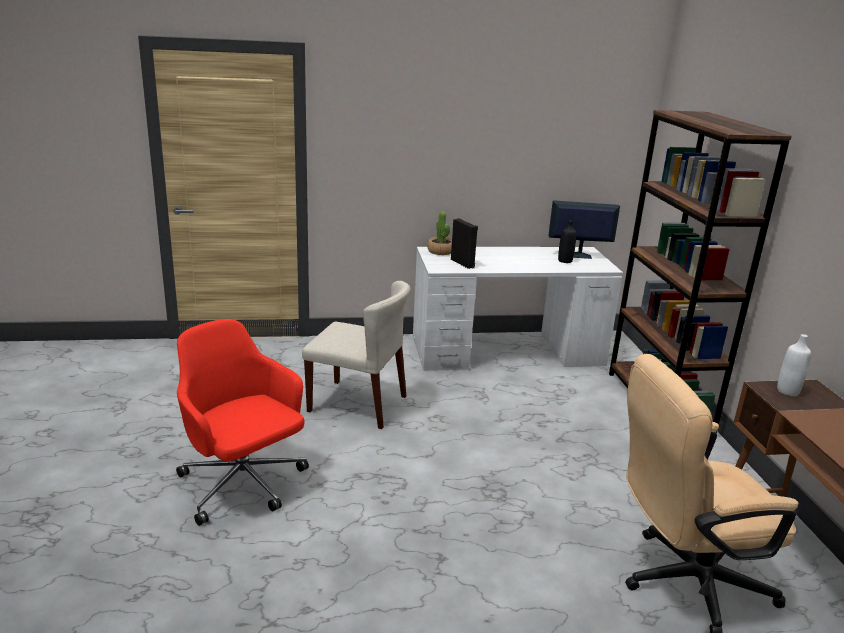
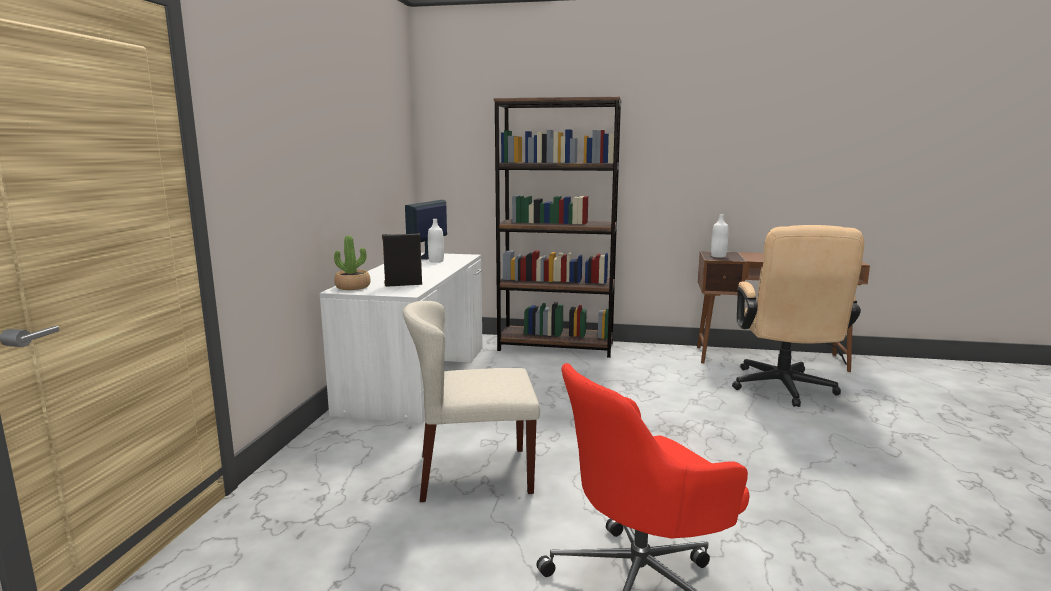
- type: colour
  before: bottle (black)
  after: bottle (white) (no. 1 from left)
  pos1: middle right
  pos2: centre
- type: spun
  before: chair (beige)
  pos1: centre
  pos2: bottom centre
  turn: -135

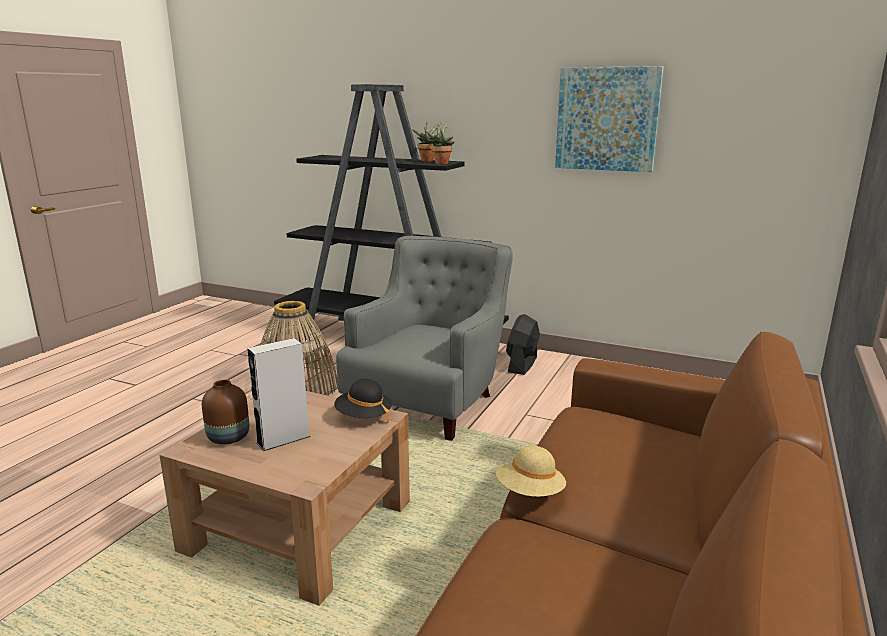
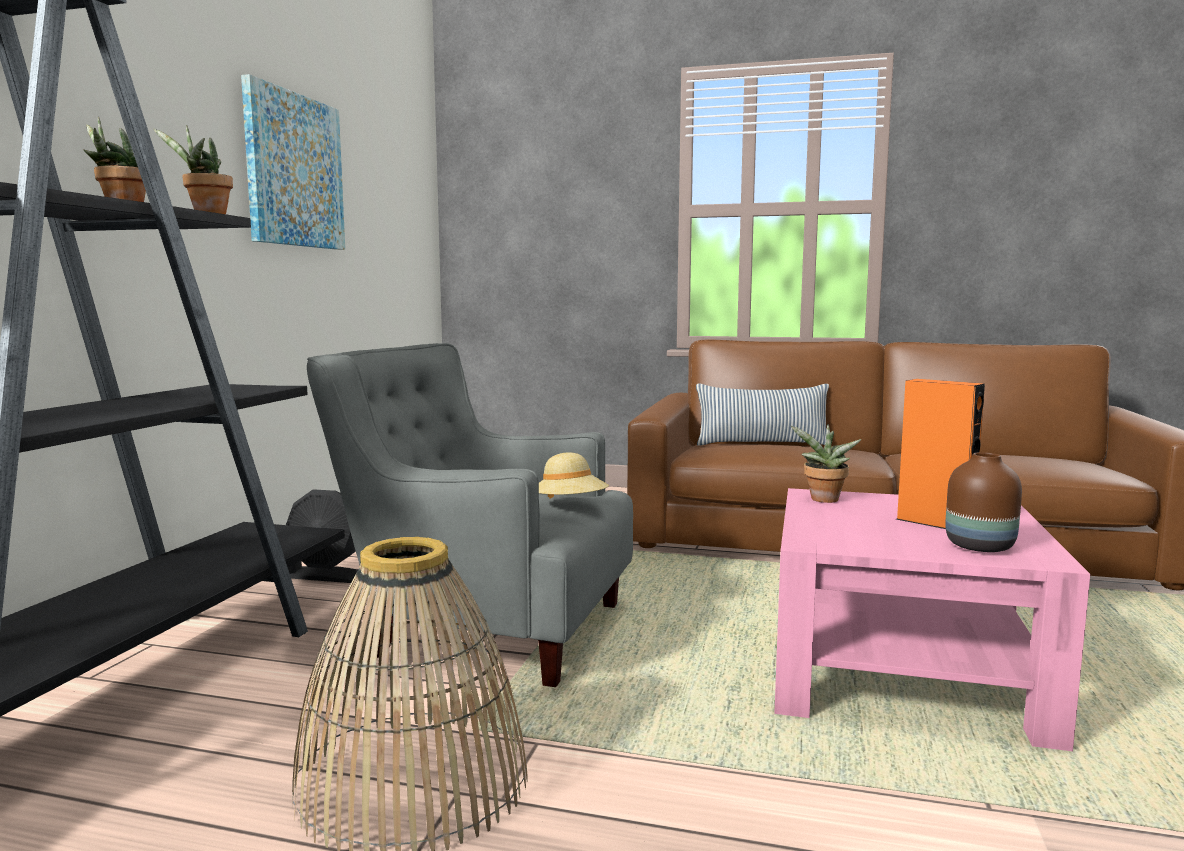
- type: colour
  before: speaker (grey)
  after: speaker (orange)
  pos1: middle left
  pos2: middle right
- type: exchanged
  before: hat (black)
  after: potted plant (no. 3 from left)
  pos1: centre
  pos2: middle right
- type: colour
  before: coffee table (brown)
  after: coffee table (pink)
  pos1: bottom left
  pos2: bottom right
- type: relocated
  before: hat (beige)
  pos1: bottom centre
  pos2: centre
- type: appeared
  after: pillow
  pos2: centre

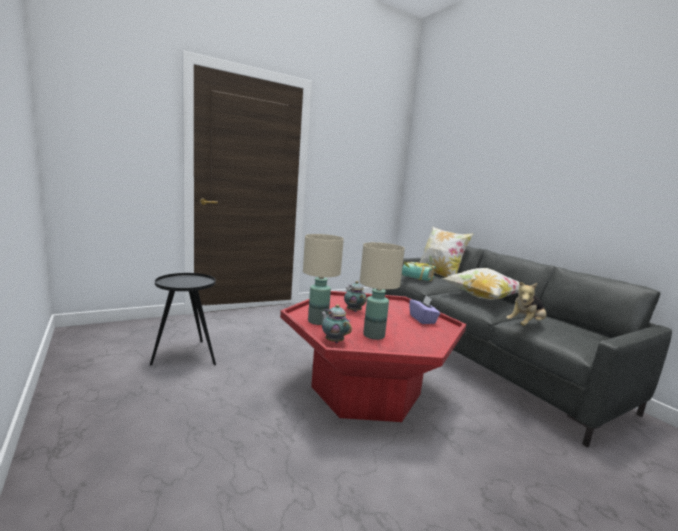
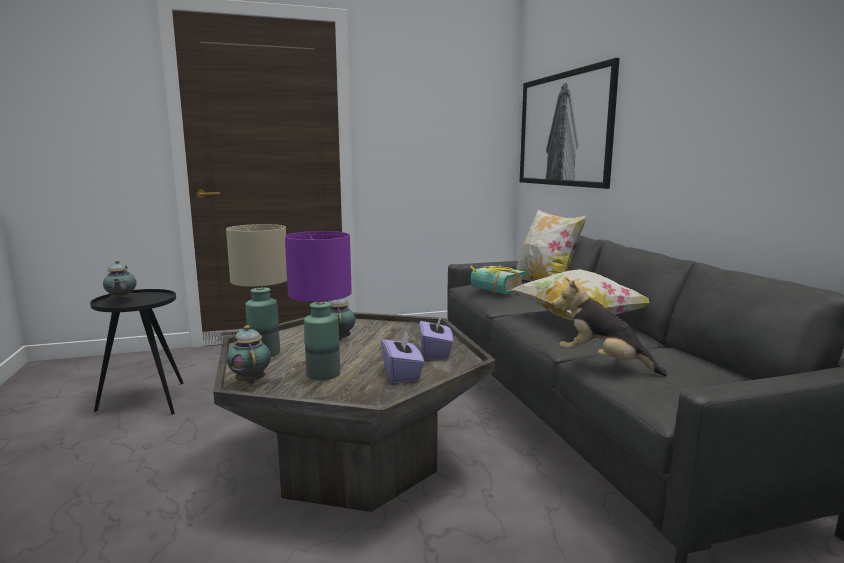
- type: colour
  before: table lamp (beige) (no. 2 from left)
  after: table lamp (purple)
  pos1: centre
  pos2: centre
- type: spun
  before: plush toy
  pos1: middle right
  pos2: middle right
  turn: 60
- type: colour
  before: coffee table (red)
  after: coffee table (grey)
  pos1: bottom centre
  pos2: bottom centre
- type: appeared
  after: picture
  pos2: top right
- type: appeared
  after: teapot (no. 1 from left)
  pos2: middle left
- type: appeared
  after: tissue box (purple) (no. 1 from left)
  pos2: centre

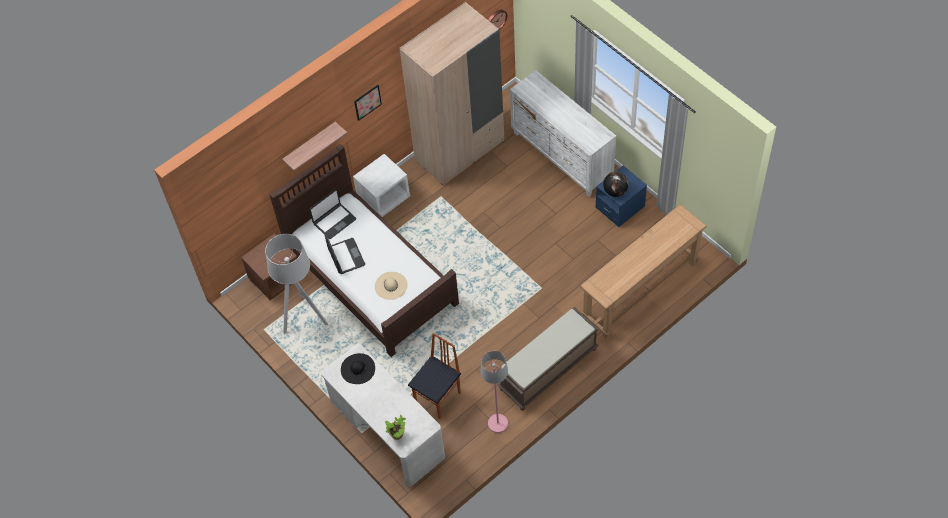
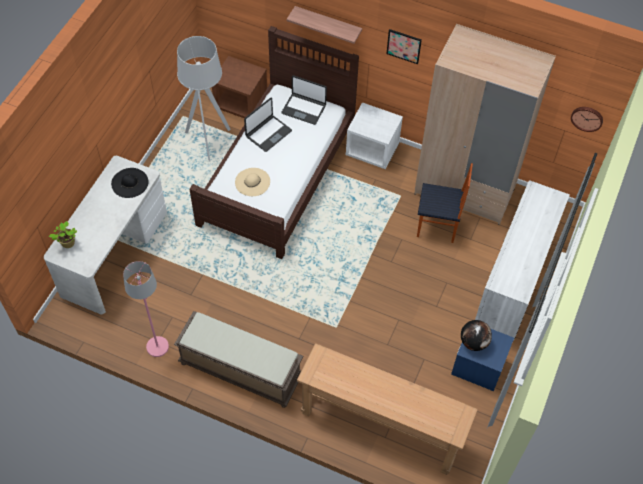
- type: relocated
  before: chair
  pos1: bottom centre
  pos2: middle right

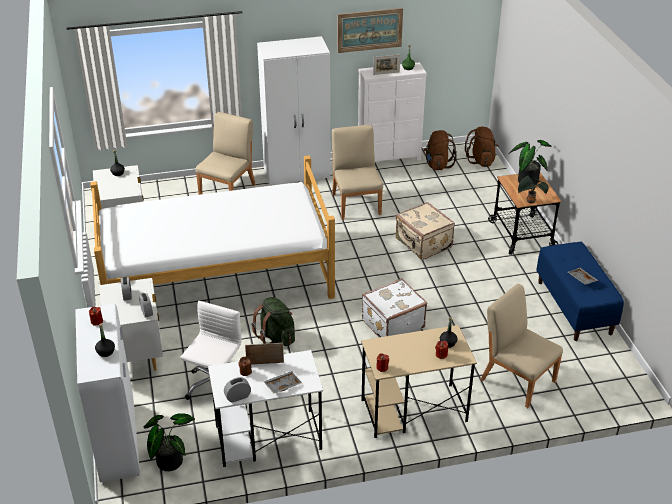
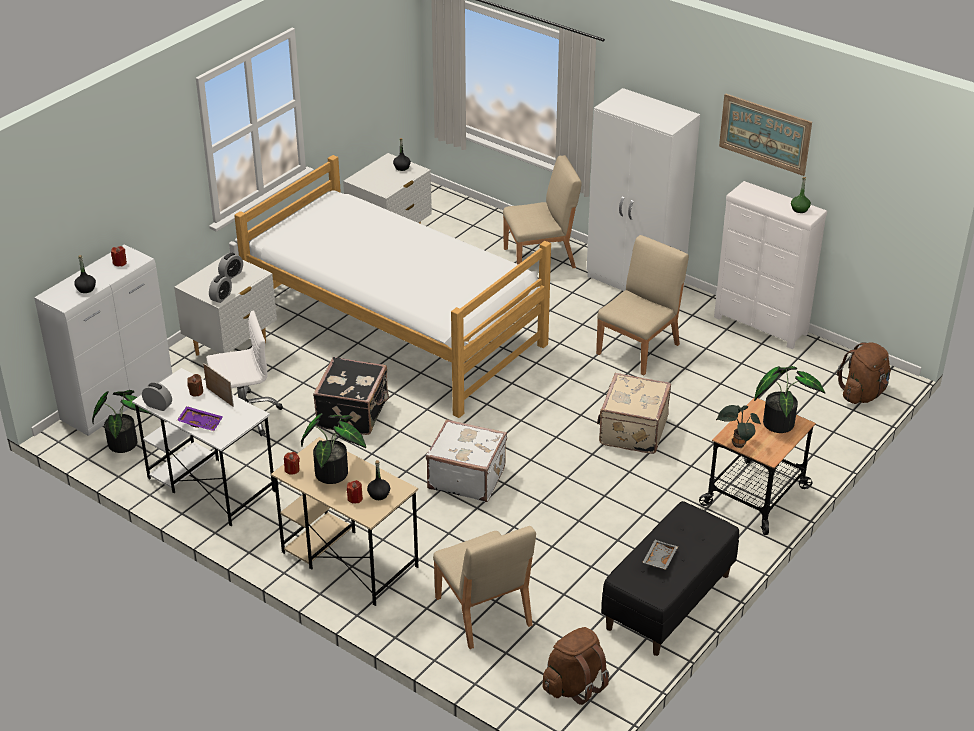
- type: missing
  before: picture frame (no. 2 from left)
  pos1: top centre
- type: relocated
  before: backpack (brown) (no. 1 from left)
  pos1: top centre
  pos2: bottom centre
- type: colour
  before: bench (blue)
  after: bench (black)
  pos1: middle right
  pos2: bottom right
- type: spun
  before: chair (beige) (no. 3 from left in the first image)
  pos1: bottom right
  pos2: bottom centre
  turn: 150
- type: exchanged
  before: backpack (green)
  after: suitcase (black)
  pos1: centre
  pos2: centre
- type: colour
  before: tray (grey) (no. 1 from left)
  after: tray (purple)
  pos1: bottom centre
  pos2: middle left
- type: appeared
  after: potted plant (no. 2 from left)
  pos2: centre

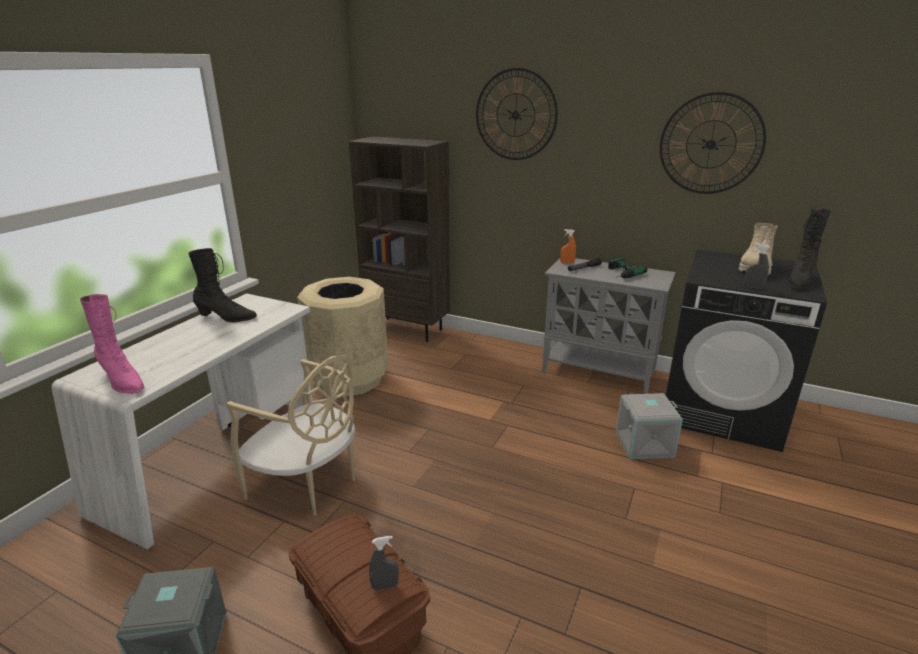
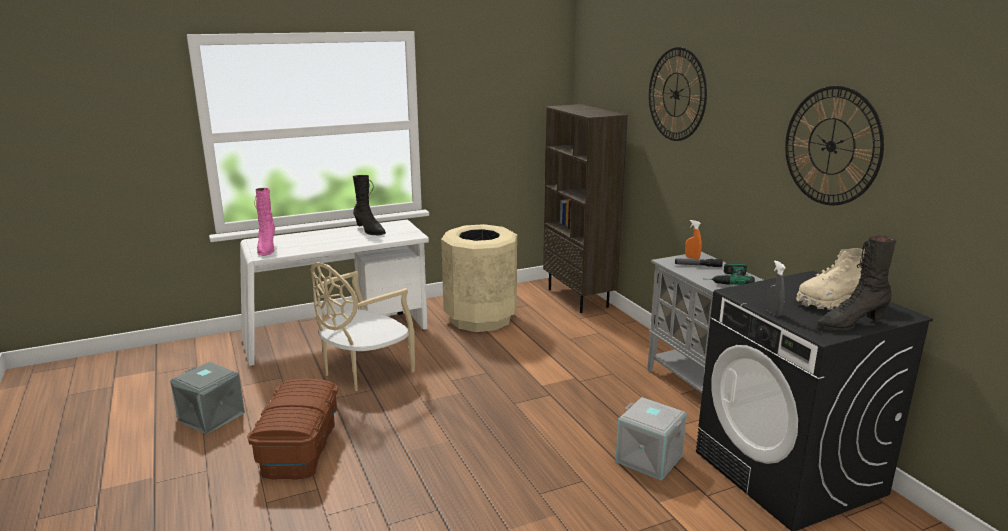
- type: spun
  before: chair (beige)
  pos1: middle left
  pos2: centre
  turn: 60
- type: missing
  before: spray bottle (grey) (no. 1 from left)
  pos1: bottom centre

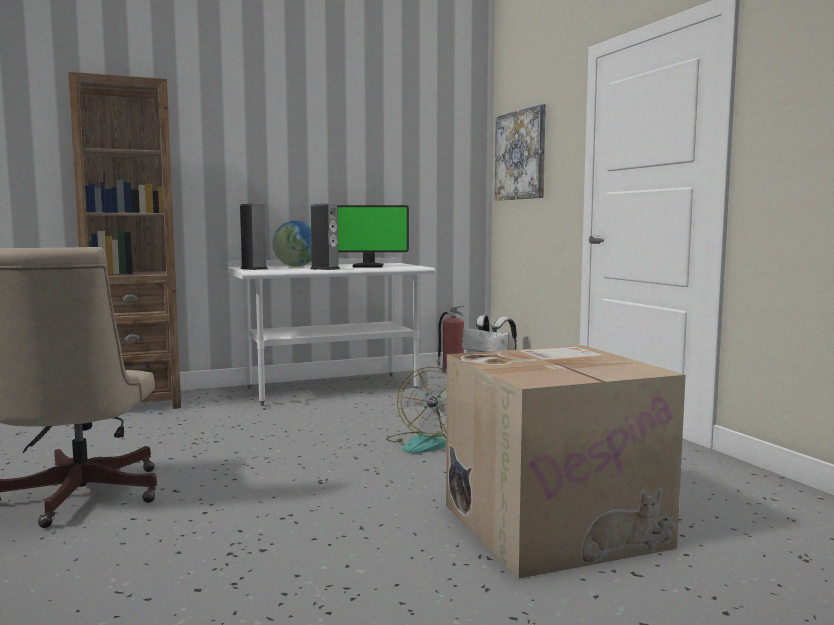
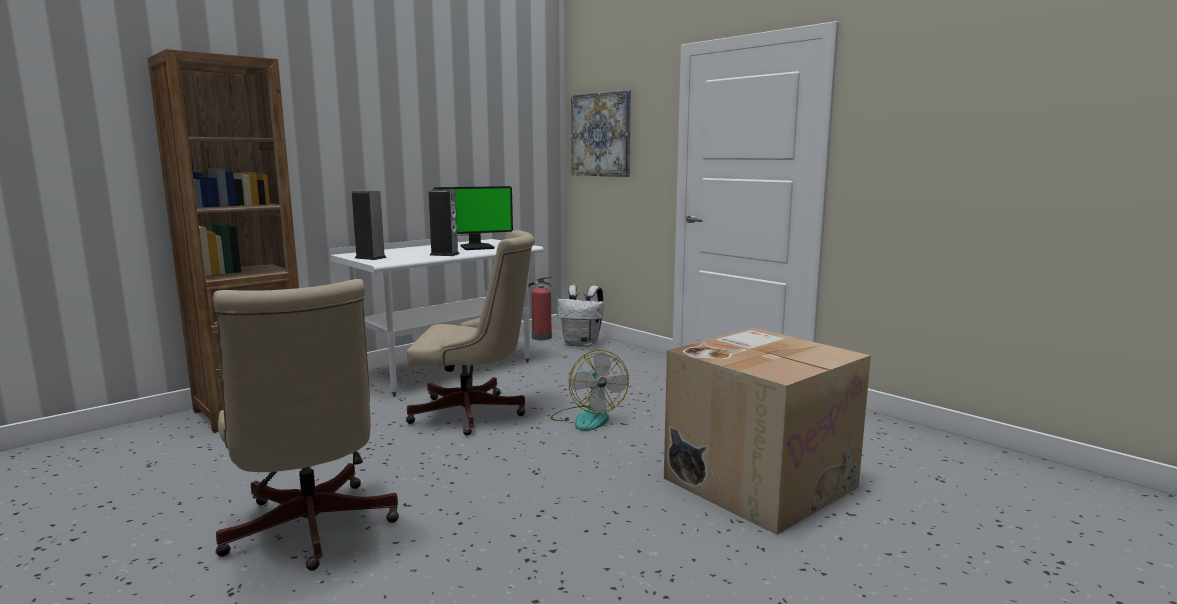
- type: missing
  before: globe
  pos1: centre
- type: appeared
  after: office chair (beige) (no. 2 from left)
  pos2: centre

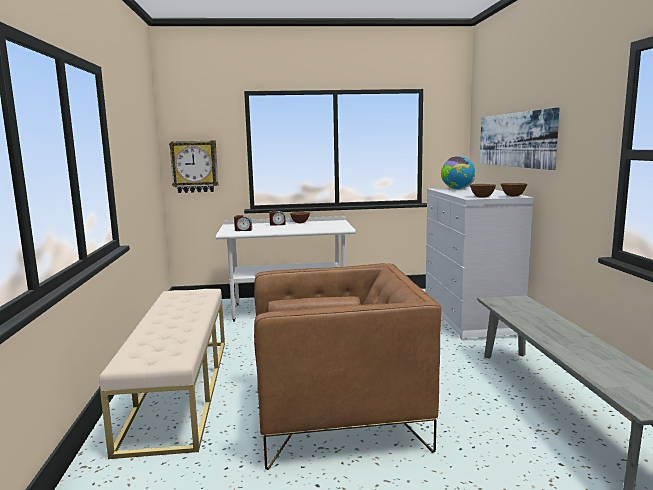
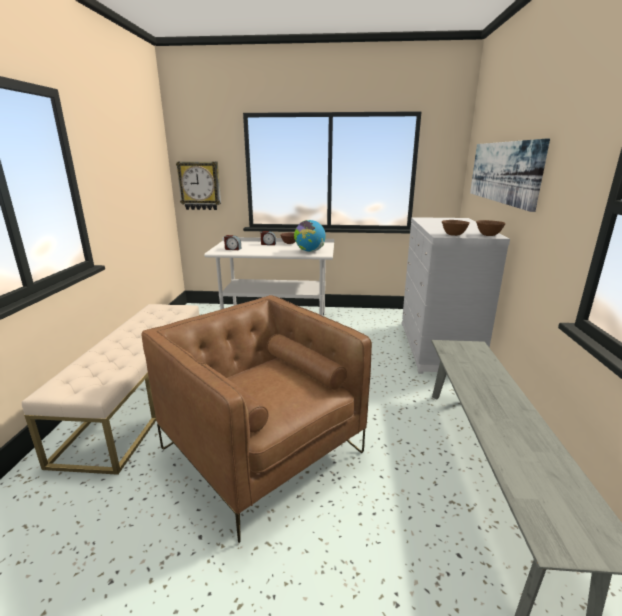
- type: relocated
  before: globe
  pos1: middle right
  pos2: centre
- type: spun
  before: armchair (brown)
  pos1: bottom centre
  pos2: bottom centre
  turn: -135

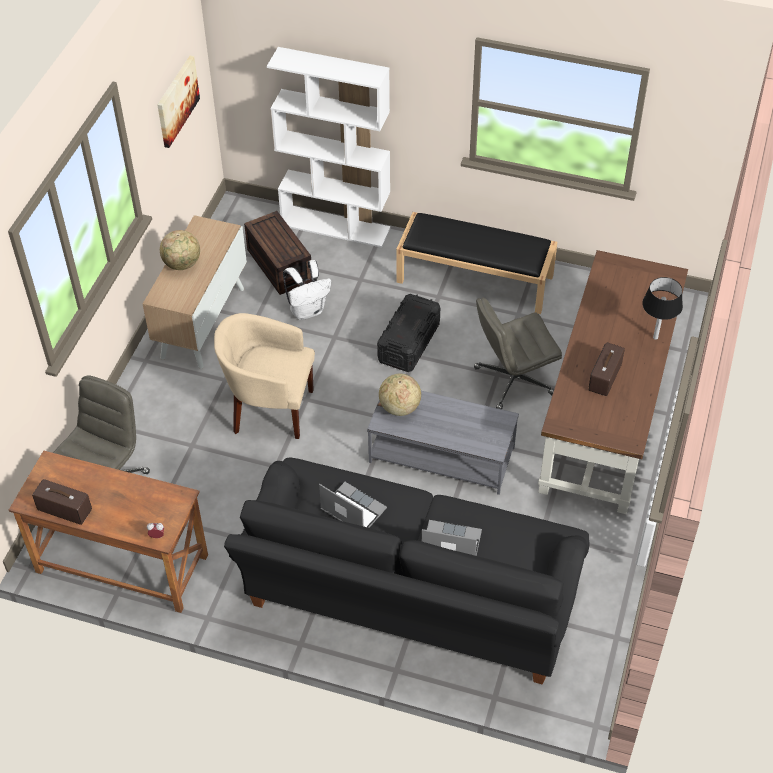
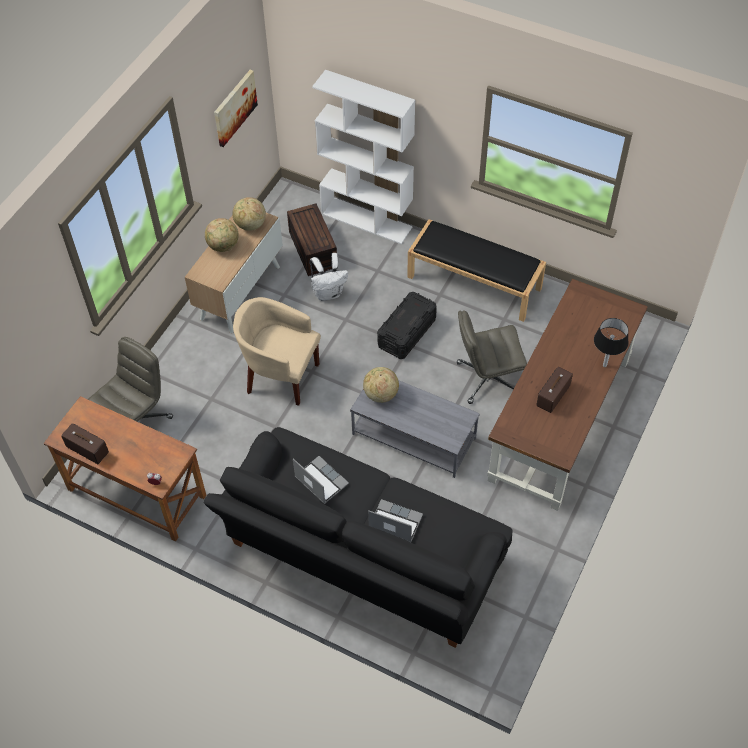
- type: appeared
  after: globe (no. 2 from left)
  pos2: top left

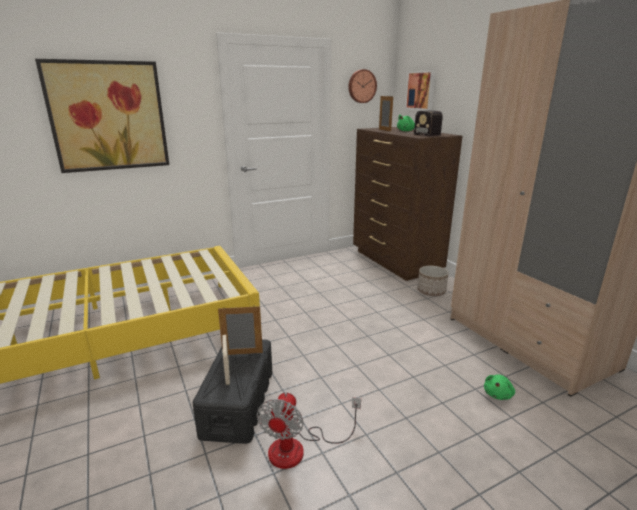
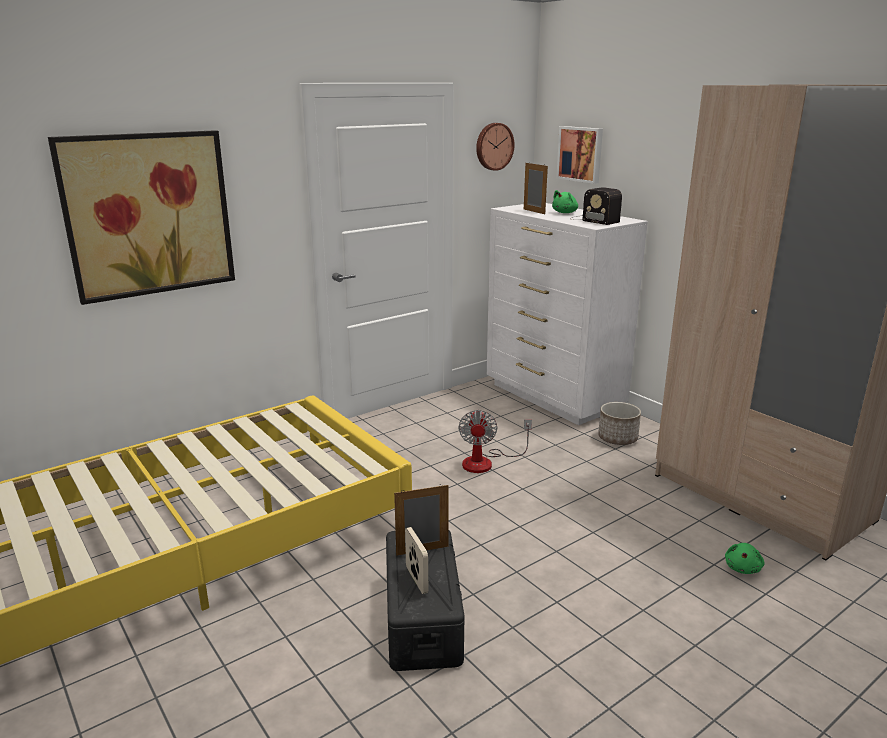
- type: colour
  before: dresser (brown)
  after: dresser (white)
  pos1: centre
  pos2: centre
- type: relocated
  before: fan
  pos1: bottom centre
  pos2: centre

